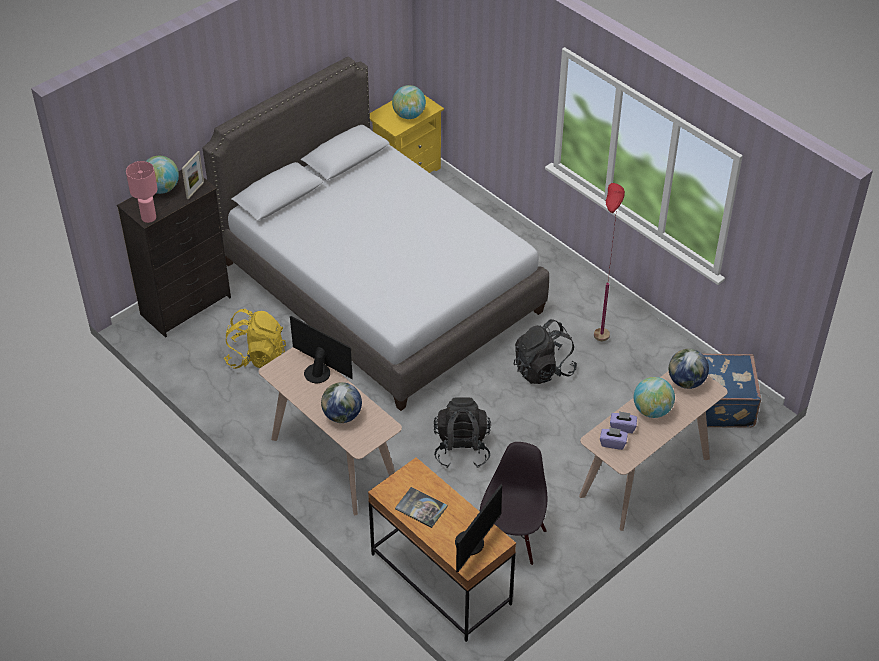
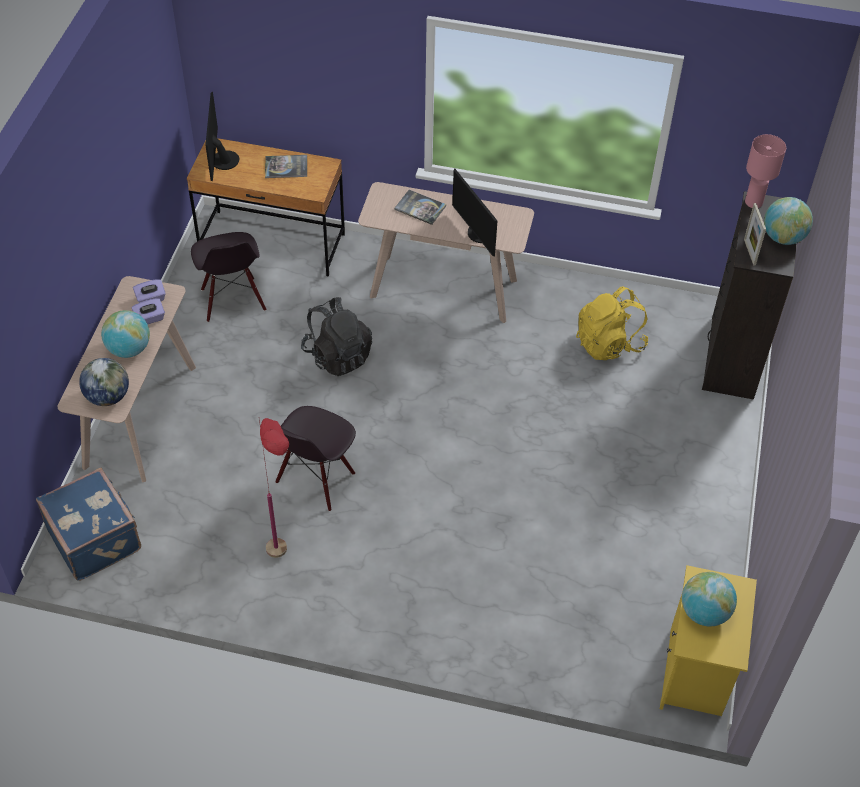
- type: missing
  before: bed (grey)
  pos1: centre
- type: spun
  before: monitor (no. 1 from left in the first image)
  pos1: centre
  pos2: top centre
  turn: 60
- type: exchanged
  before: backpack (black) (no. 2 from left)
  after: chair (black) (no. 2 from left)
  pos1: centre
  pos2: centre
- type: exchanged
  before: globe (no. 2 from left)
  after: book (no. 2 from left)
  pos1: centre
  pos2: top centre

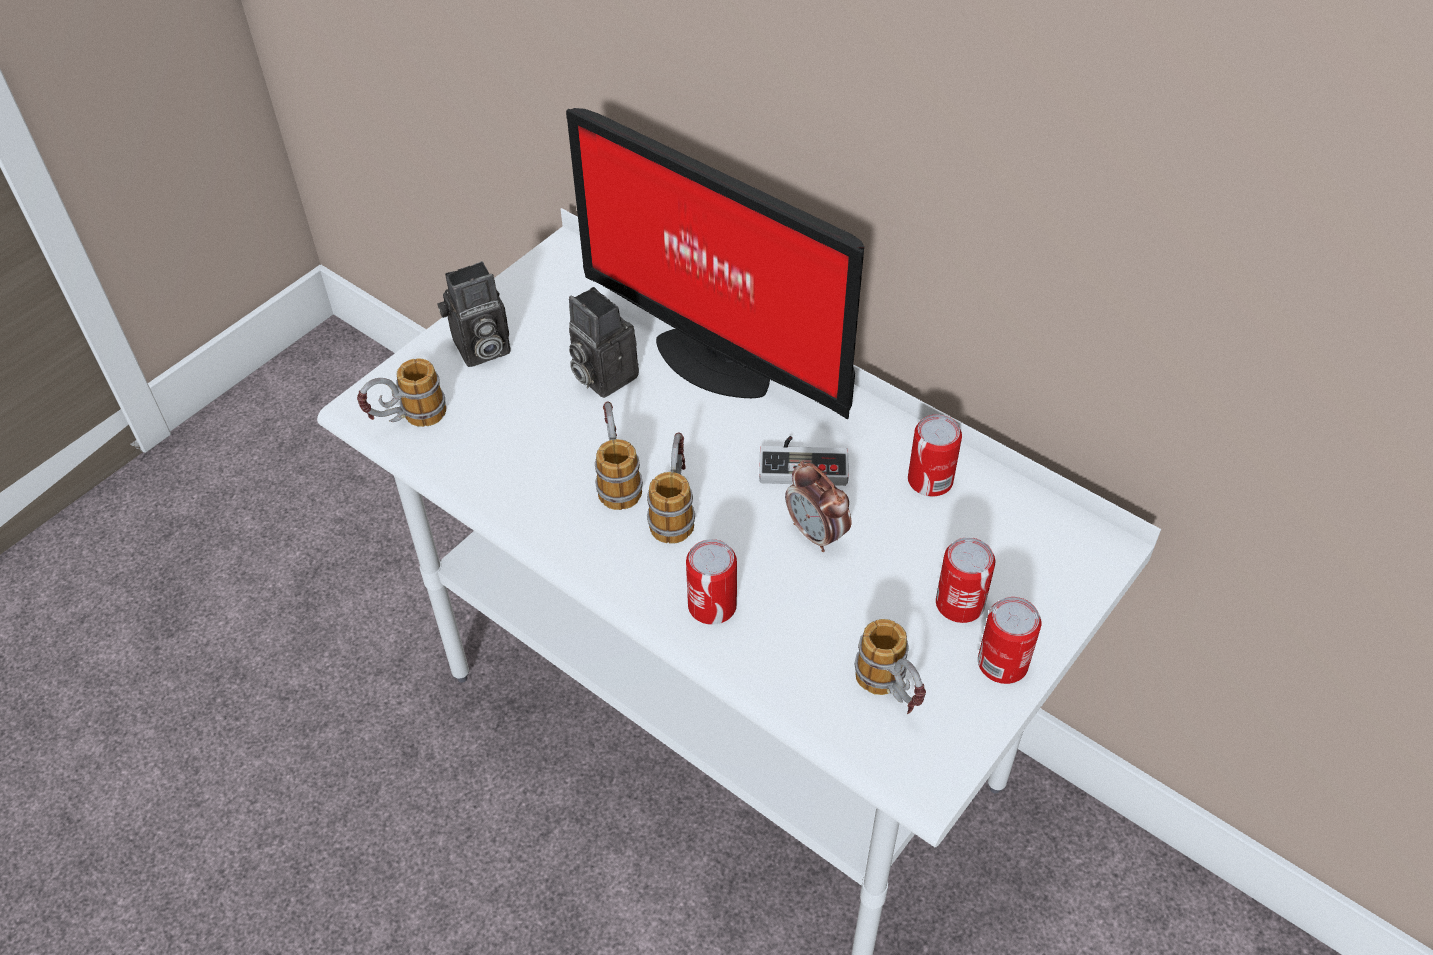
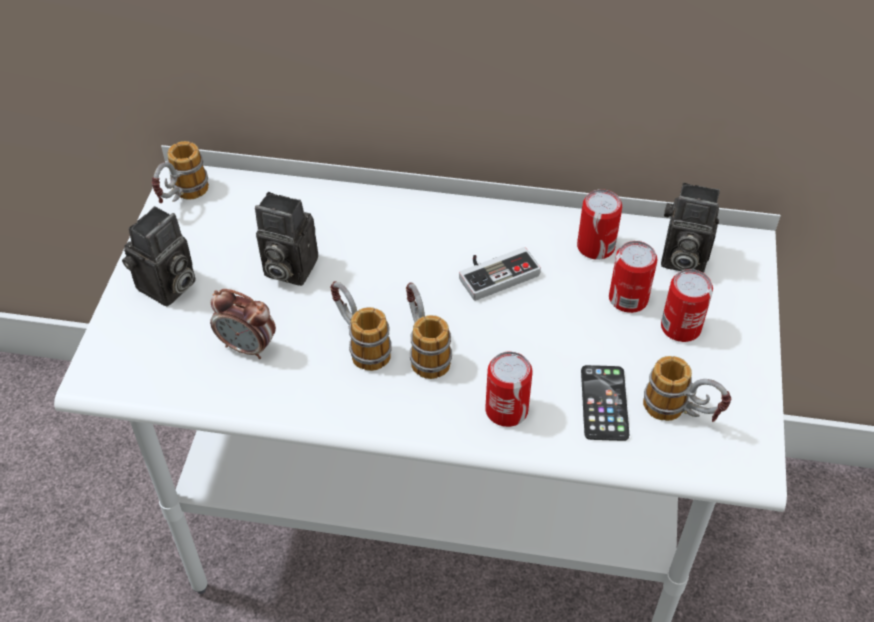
- type: missing
  before: monitor
  pos1: top centre
- type: relocated
  before: mug (no. 1 from left)
  pos1: middle left
  pos2: top left
- type: relocated
  before: alarm clock
  pos1: centre
  pos2: middle left
- type: relocated
  before: can (no. 4 from left in the first image)
  after: can (no. 3 from left)
  pos1: bottom right
  pos2: middle right
- type: appeared
  after: photo camera (no. 3 from left)
  pos2: middle right
- type: appeared
  after: phone
  pos2: middle right

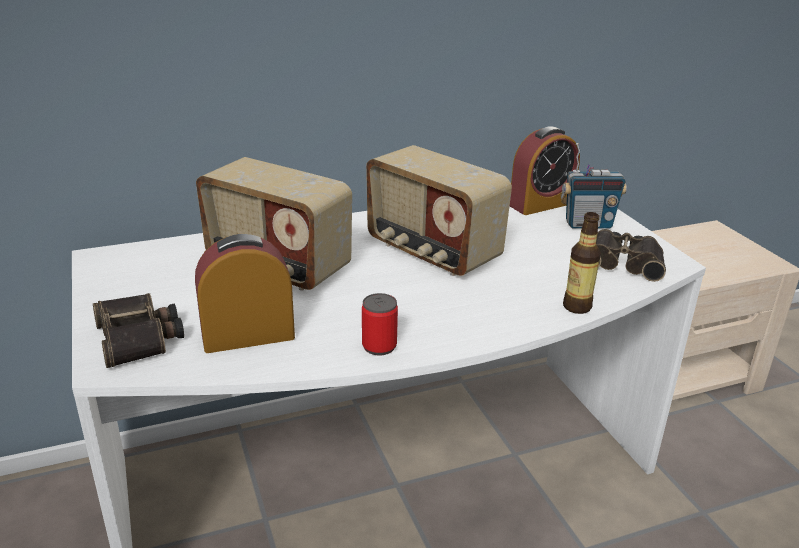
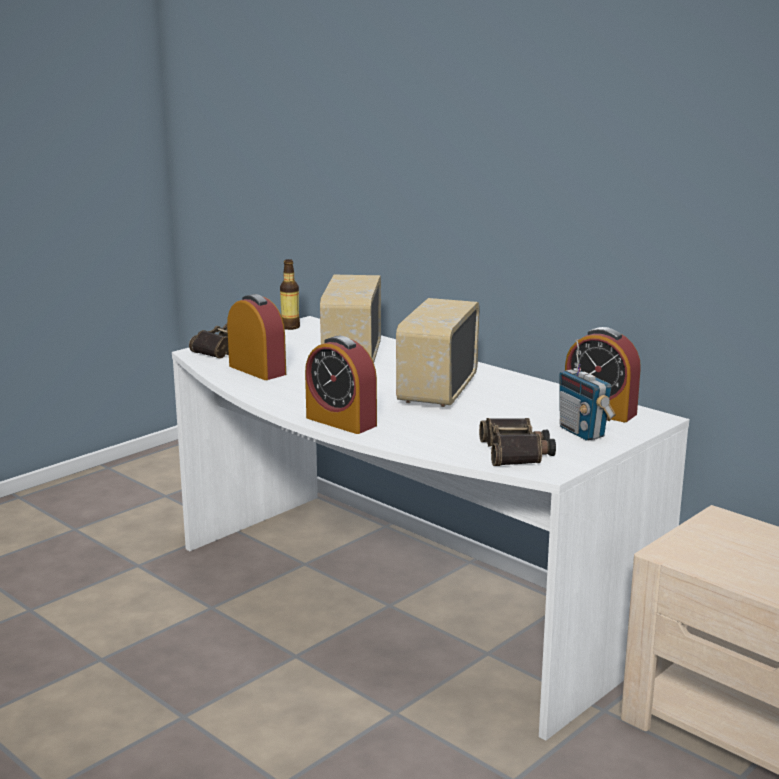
- type: relocated
  before: bottle
  pos1: middle right
  pos2: centre
- type: missing
  before: can
  pos1: centre
- type: appeared
  after: alarm clock (no. 2 from left)
  pos2: centre

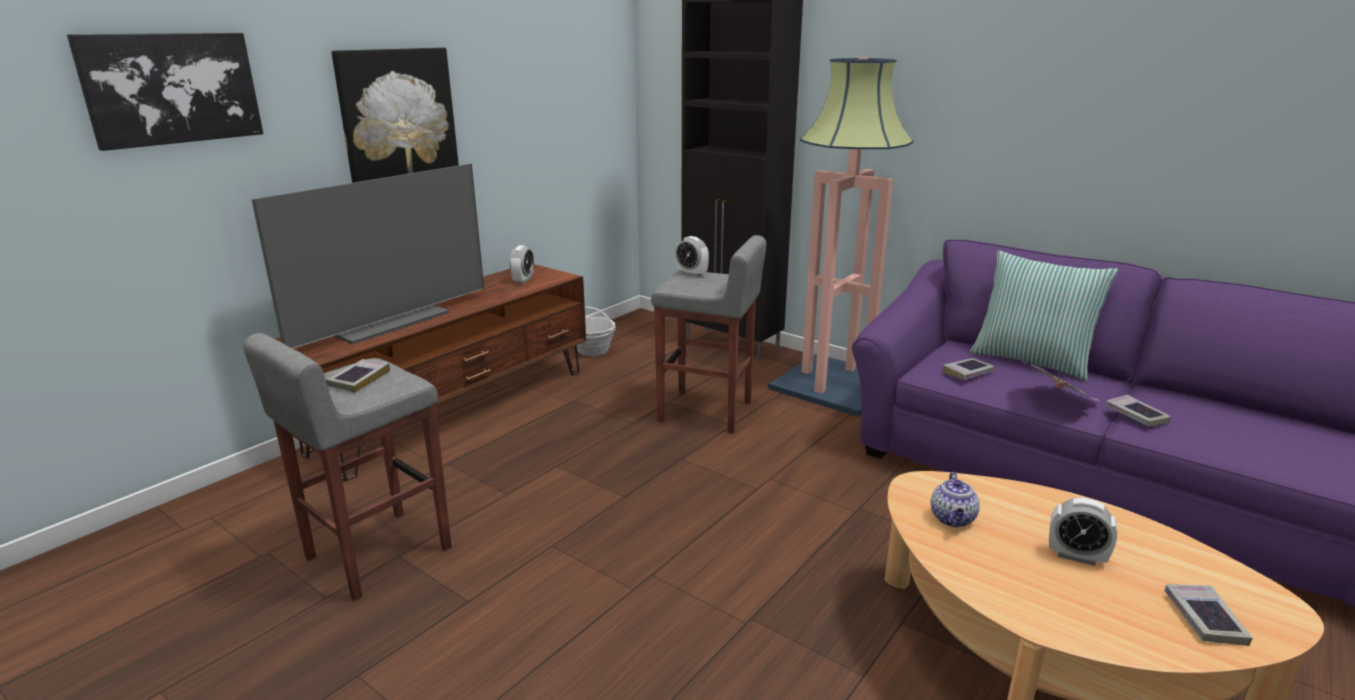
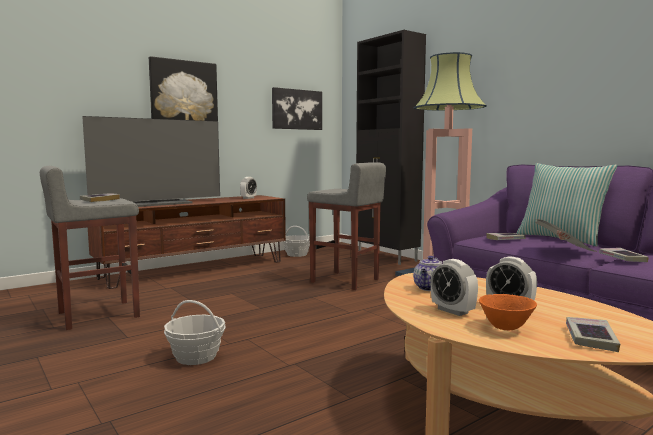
- type: relocated
  before: picture (no. 1 from left in the first image)
  after: picture (no. 2 from left)
  pos1: top left
  pos2: top centre
- type: relocated
  before: alarm clock (no. 2 from left)
  pos1: centre
  pos2: middle right
- type: appeared
  after: bowl (orange)
  pos2: bottom right
- type: appeared
  after: basket (no. 1 from left)
  pos2: bottom left

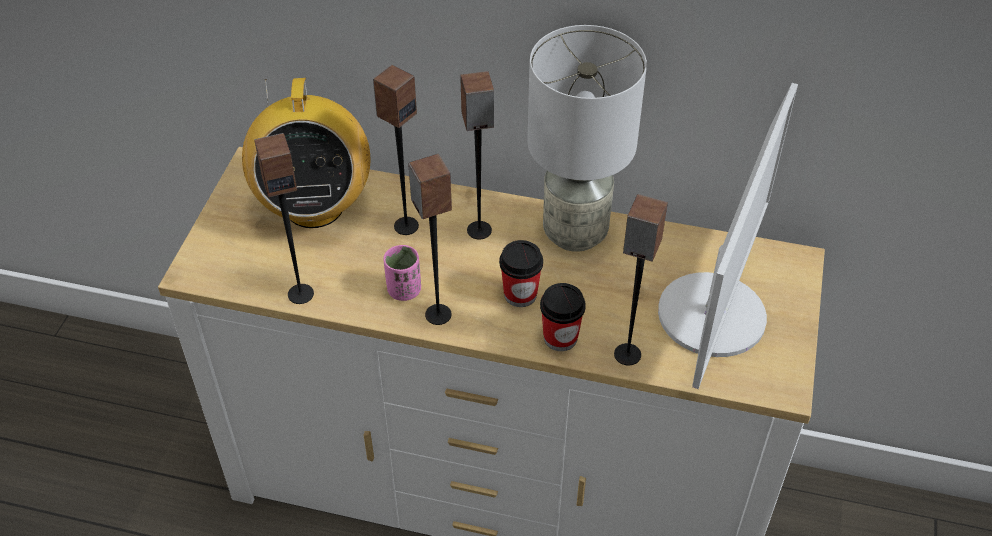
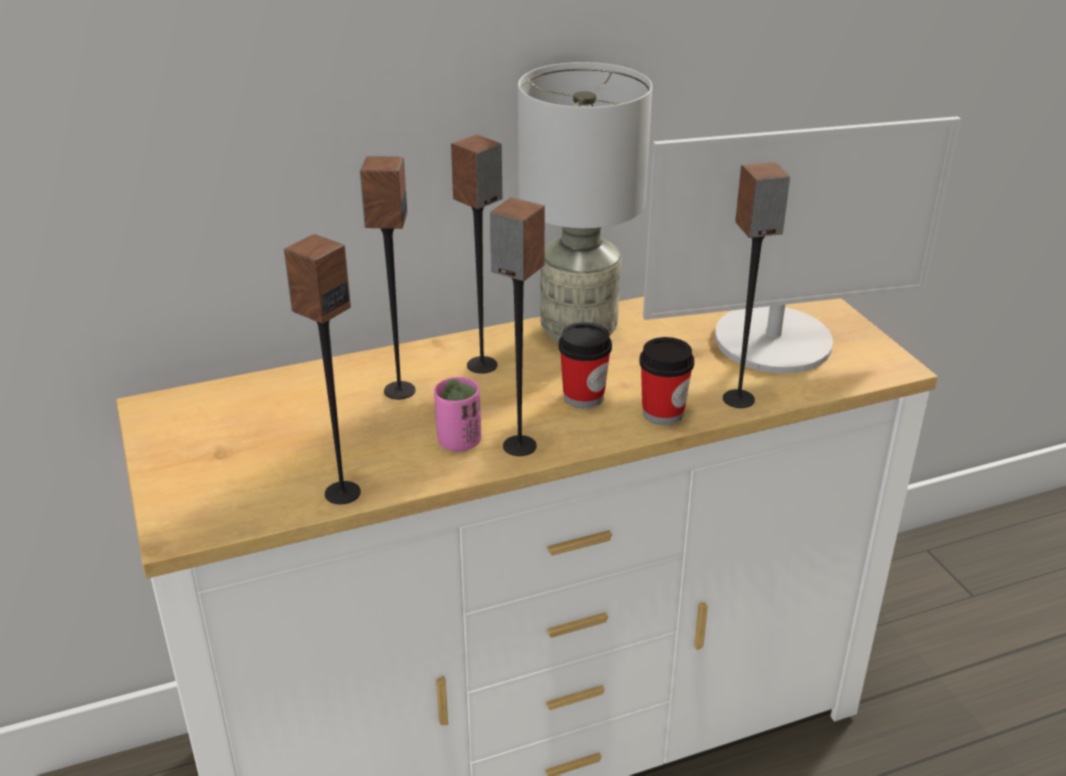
- type: missing
  before: radio
  pos1: top left
- type: spun
  before: monitor
  pos1: middle right
  pos2: top right
  turn: 90

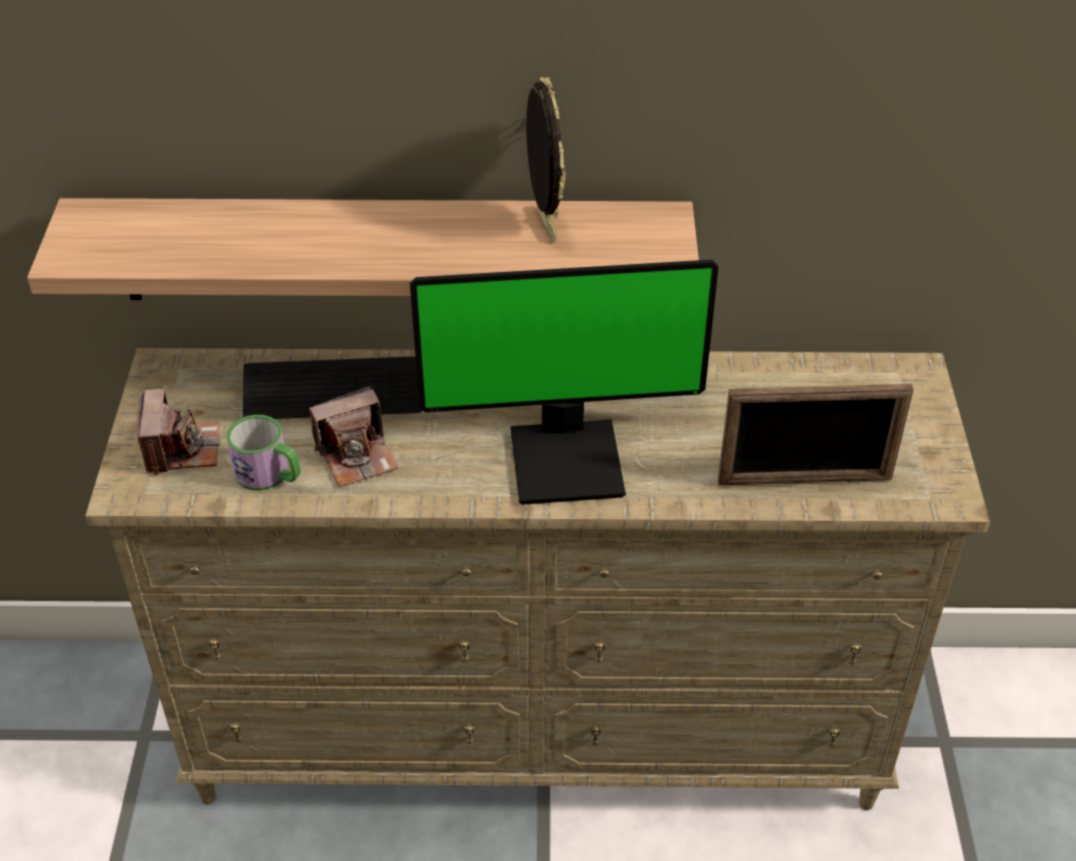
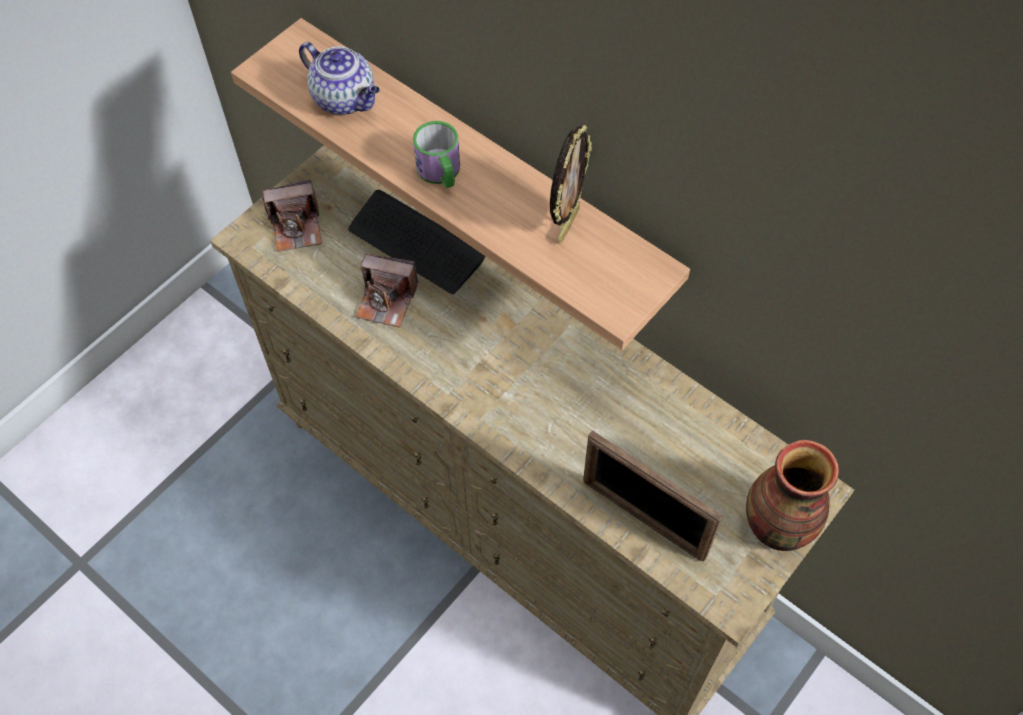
- type: missing
  before: monitor
  pos1: centre
- type: spun
  before: photo camera (no. 1 from left)
  pos1: middle left
  pos2: top left
  turn: 45
- type: relocated
  before: mug
  pos1: middle left
  pos2: top centre
- type: appeared
  after: teapot
  pos2: top left
- type: appeared
  after: vase
  pos2: bottom right

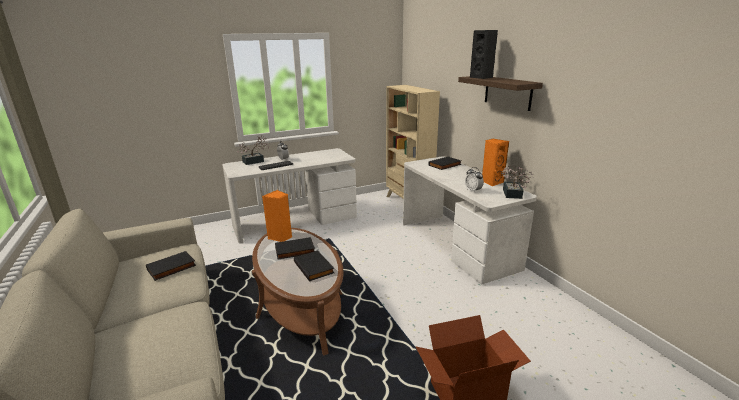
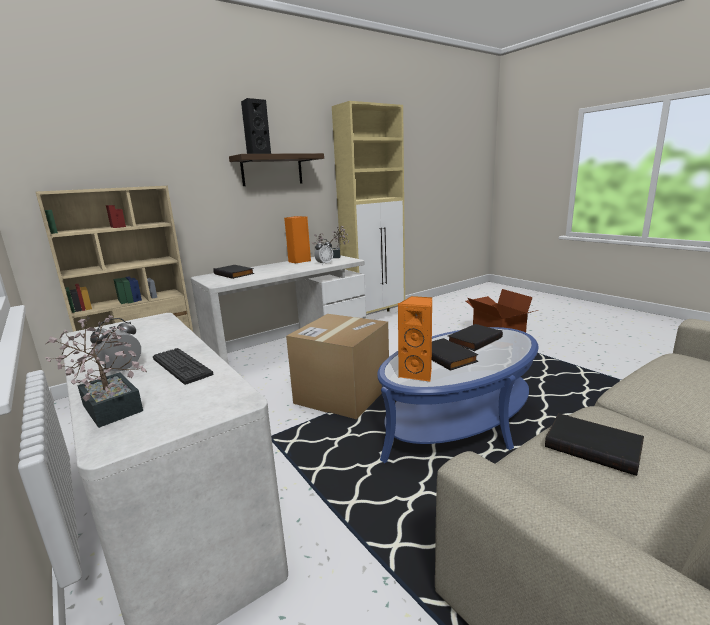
- type: colour
  before: coffee table (brown)
  after: coffee table (blue)
  pos1: bottom centre
  pos2: centre
- type: appeared
  after: cabinet (beige)
  pos2: top centre
- type: appeared
  after: cardboard box (no. 1 from left)
  pos2: centre

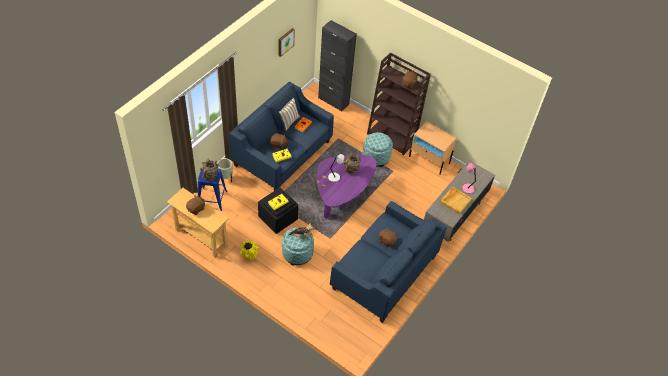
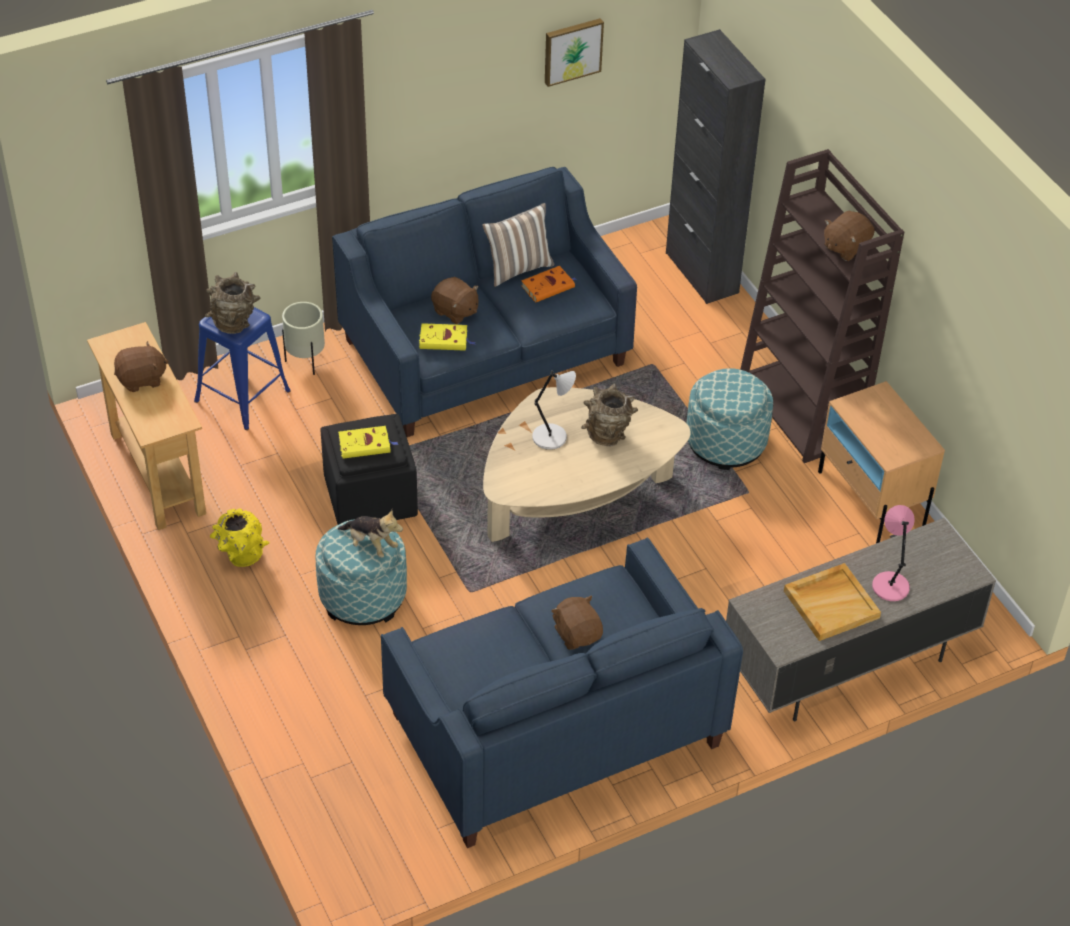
- type: colour
  before: coffee table (purple)
  after: coffee table (beige)
  pos1: centre
  pos2: centre

